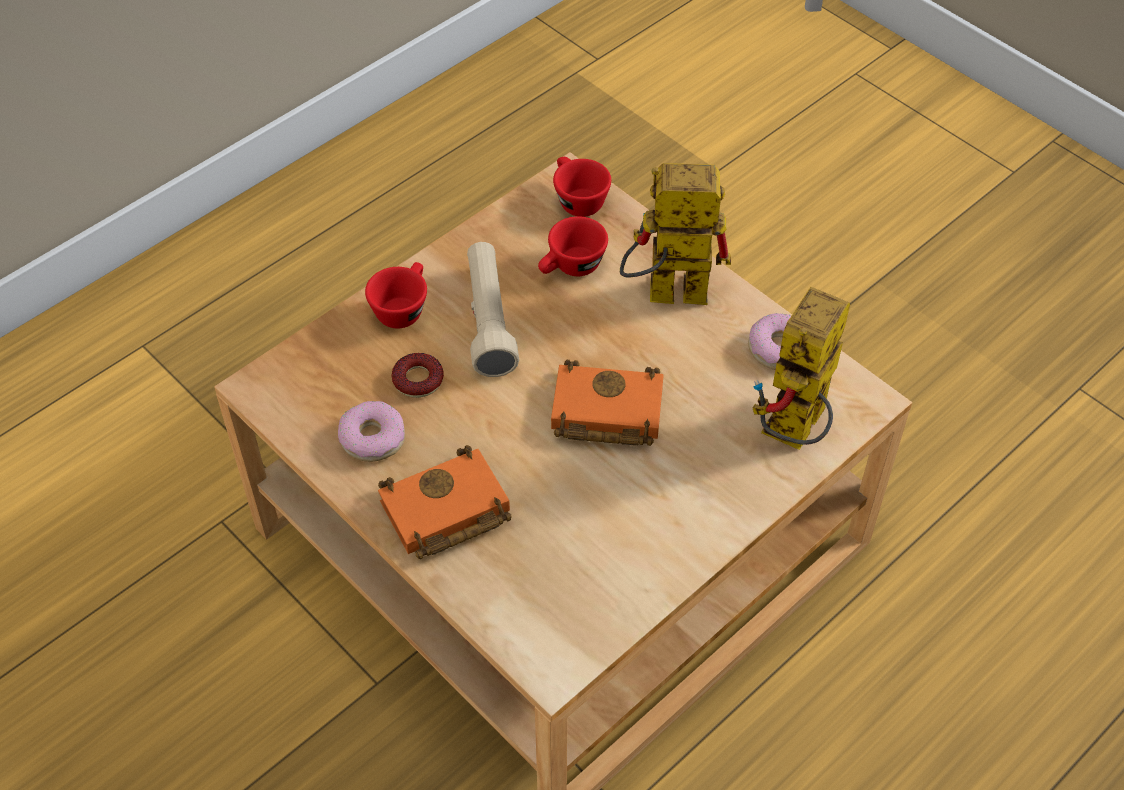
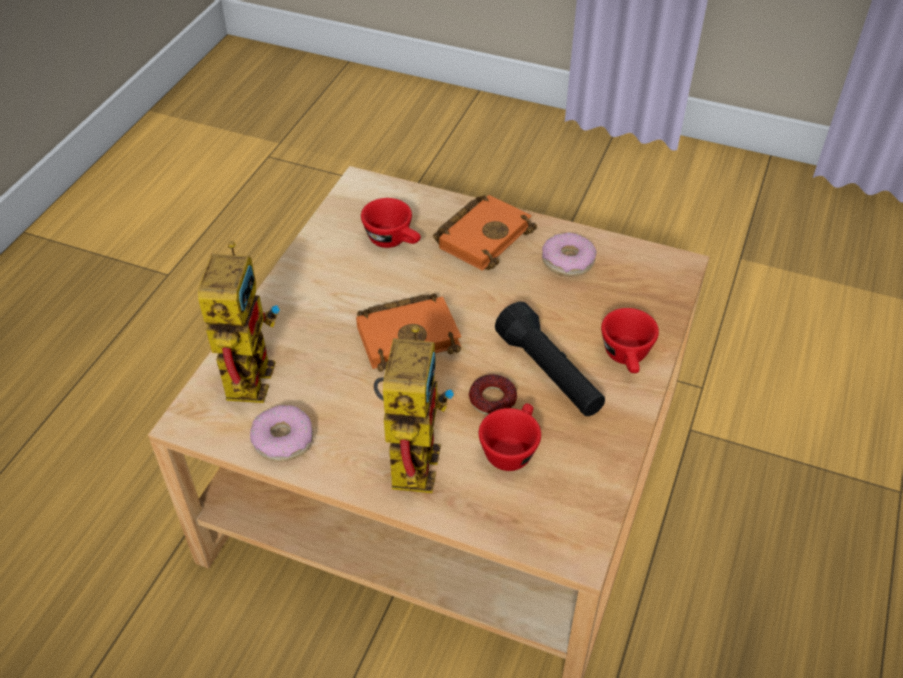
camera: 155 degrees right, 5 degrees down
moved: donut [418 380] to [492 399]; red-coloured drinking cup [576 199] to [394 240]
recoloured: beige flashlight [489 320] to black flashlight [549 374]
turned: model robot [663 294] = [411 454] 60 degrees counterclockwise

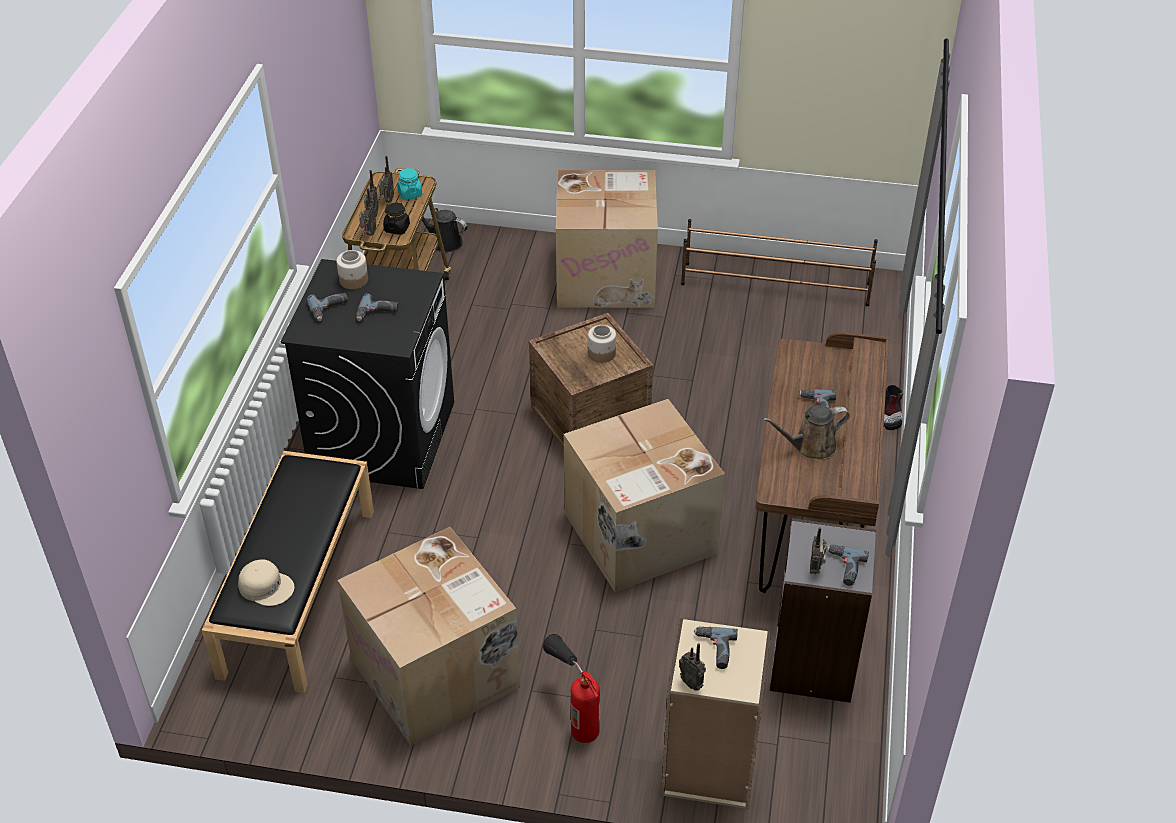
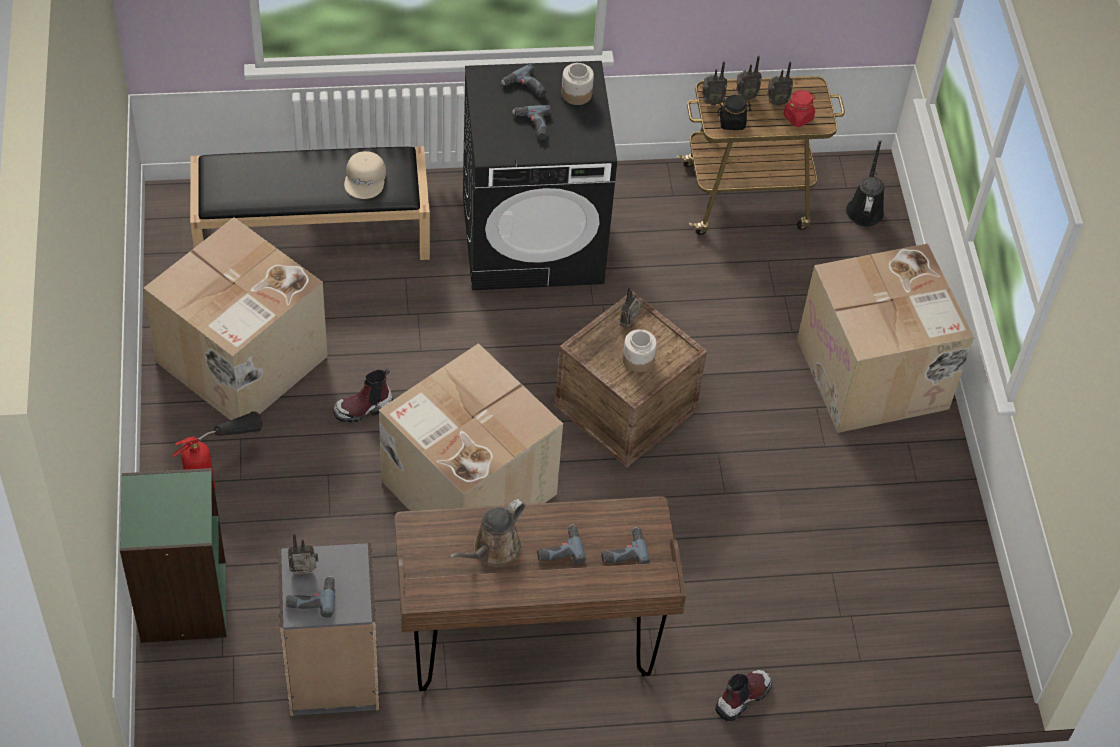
camera: 70 degrees right, 10 degrees up
removed: brownish shoe rack [776 284]
added: boot [364 408]
moved: beige peaked cap [266 586] to [366 179]; radio receiver [692 683] to [629 323]; power drill [714 650] to [623 550]
recoloured: blue-green preserve jar [410 193] to red-coloured preserve jar [798 117]; beige bookshelf [709 767] to green-coloured bookshelf [182 602]
turned: brownish watering can [810 447] = [493 550] 105 degrees counterclockwise

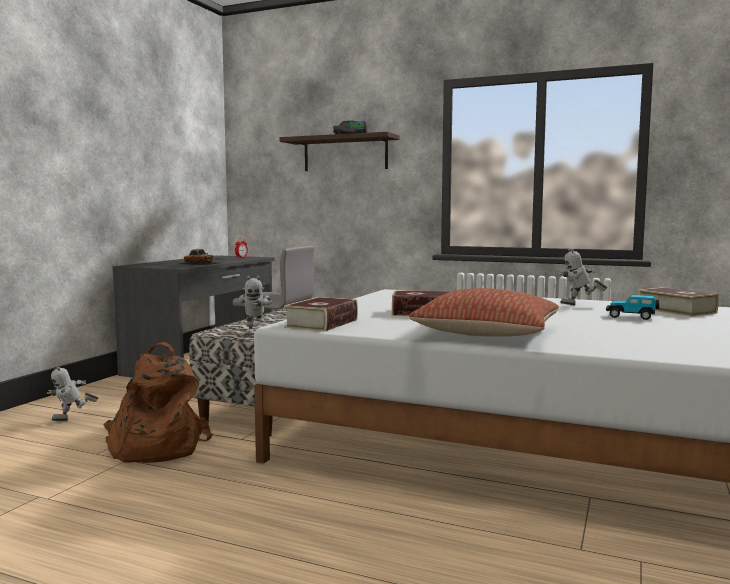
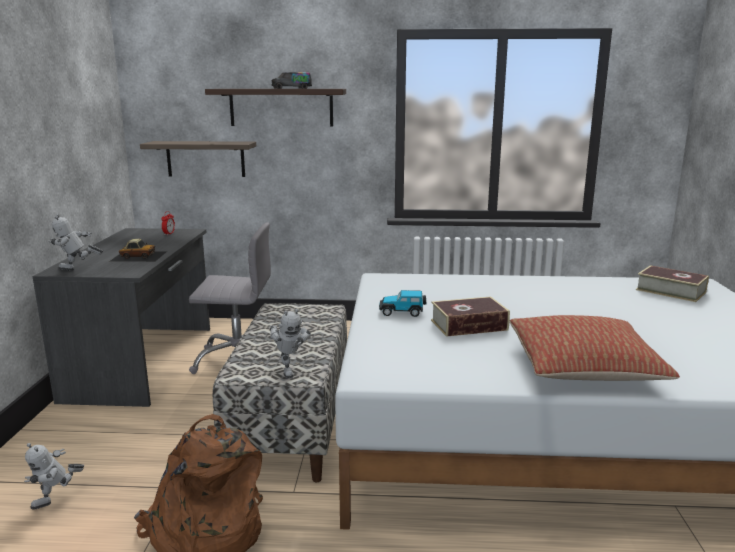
camera: 20 degrees left, 10 degrees up
removed: bound book [322 323]
added: wall shelf [205 159]
moved: model robot [580 305] to [77 270]; miniature car [631 316] to [402 312]

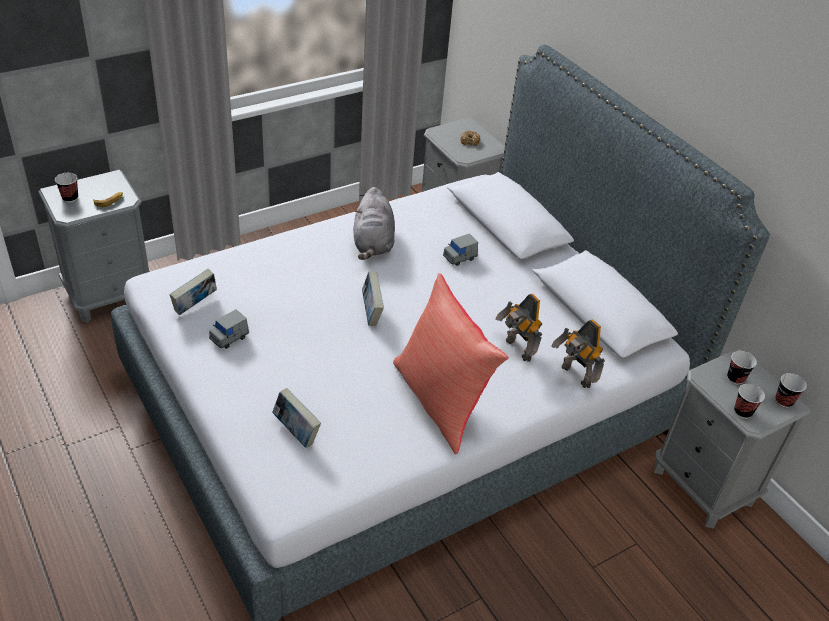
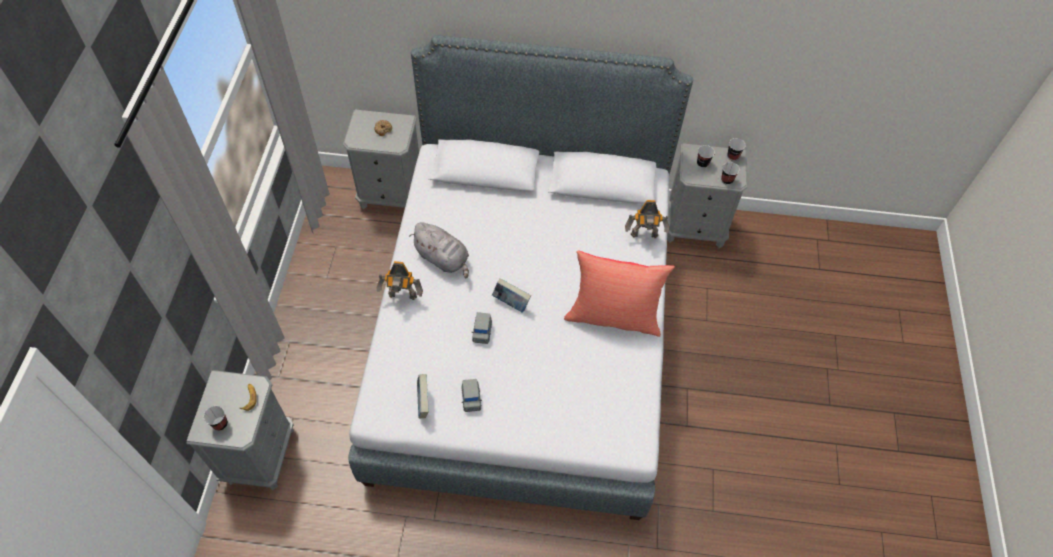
camera: 50 degrees left, 15 degrees up
removed: bound book [296 432]
moved: greyish miniature car [459 257] to [482 332]; model robot [517 350] to [402 297]

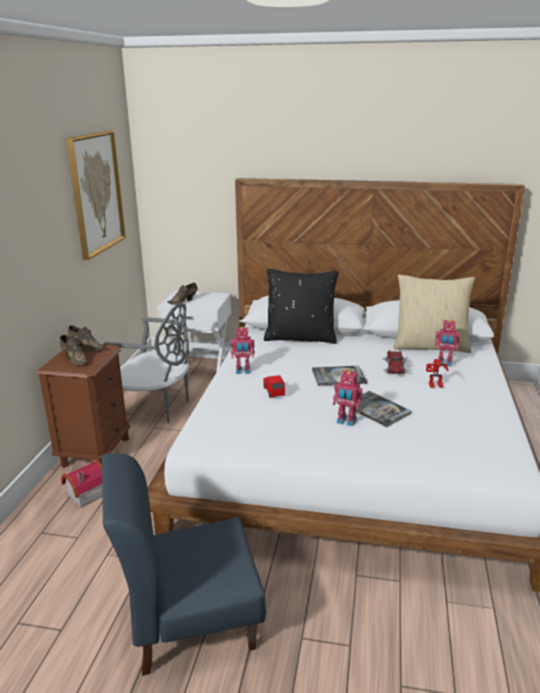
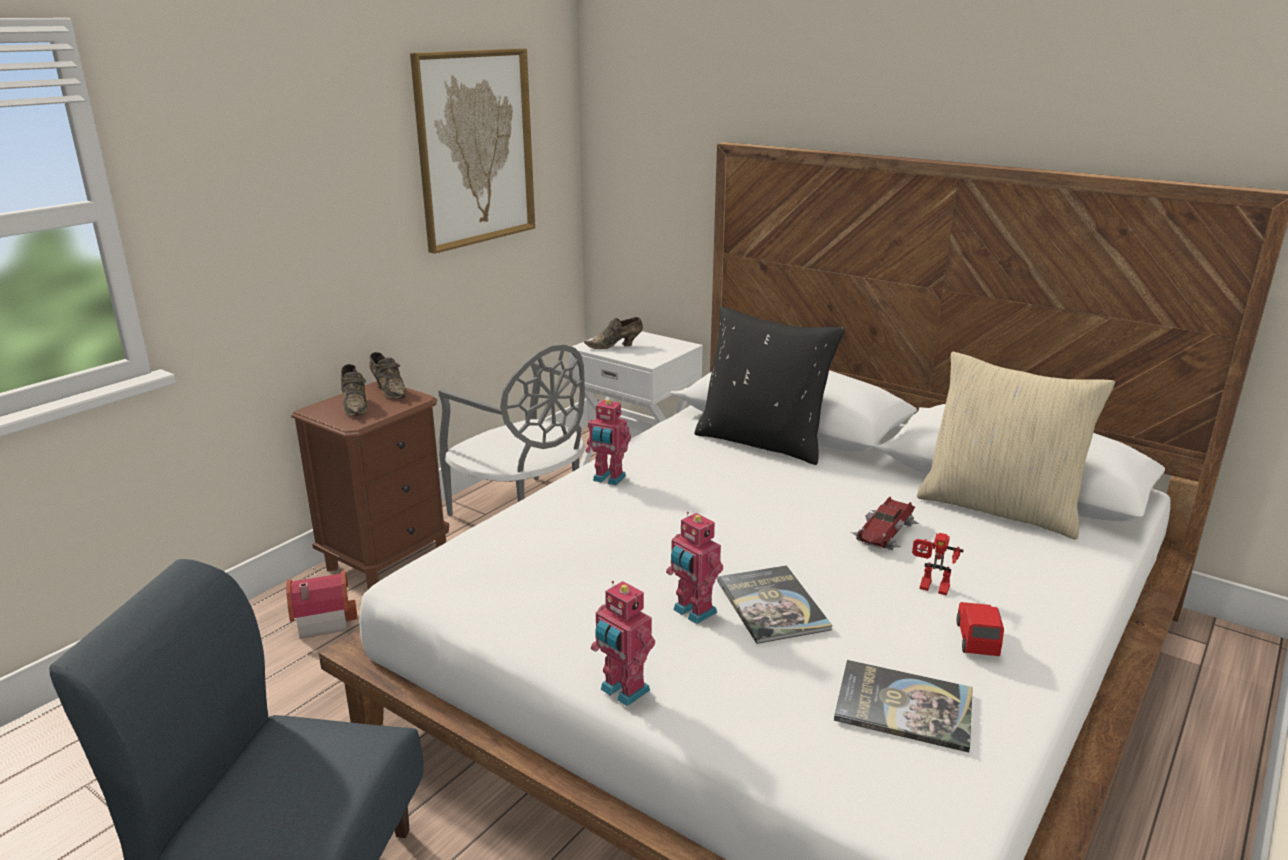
camera: 25 degrees right, 0 degrees up
moved: red-coloured miniature car [274 392] to [977 639]; bound book [338 376] to [903 706]; model robot [444 363] to [622 691]

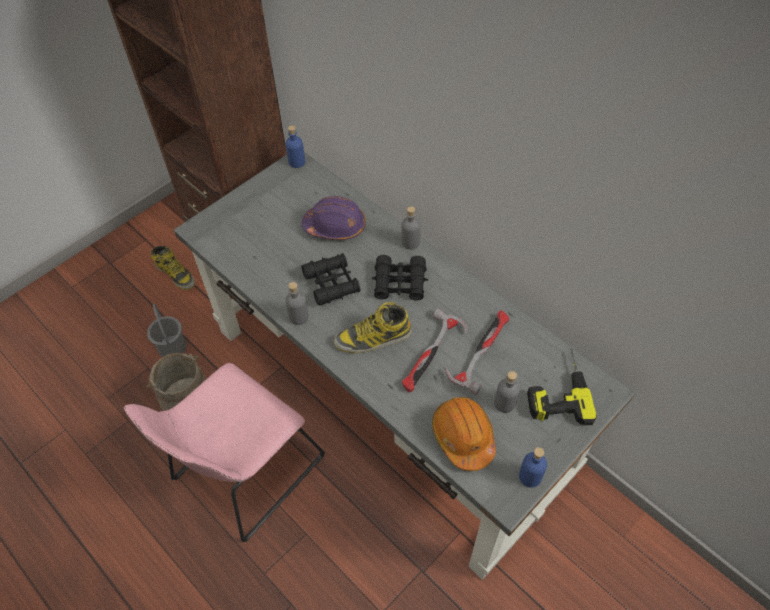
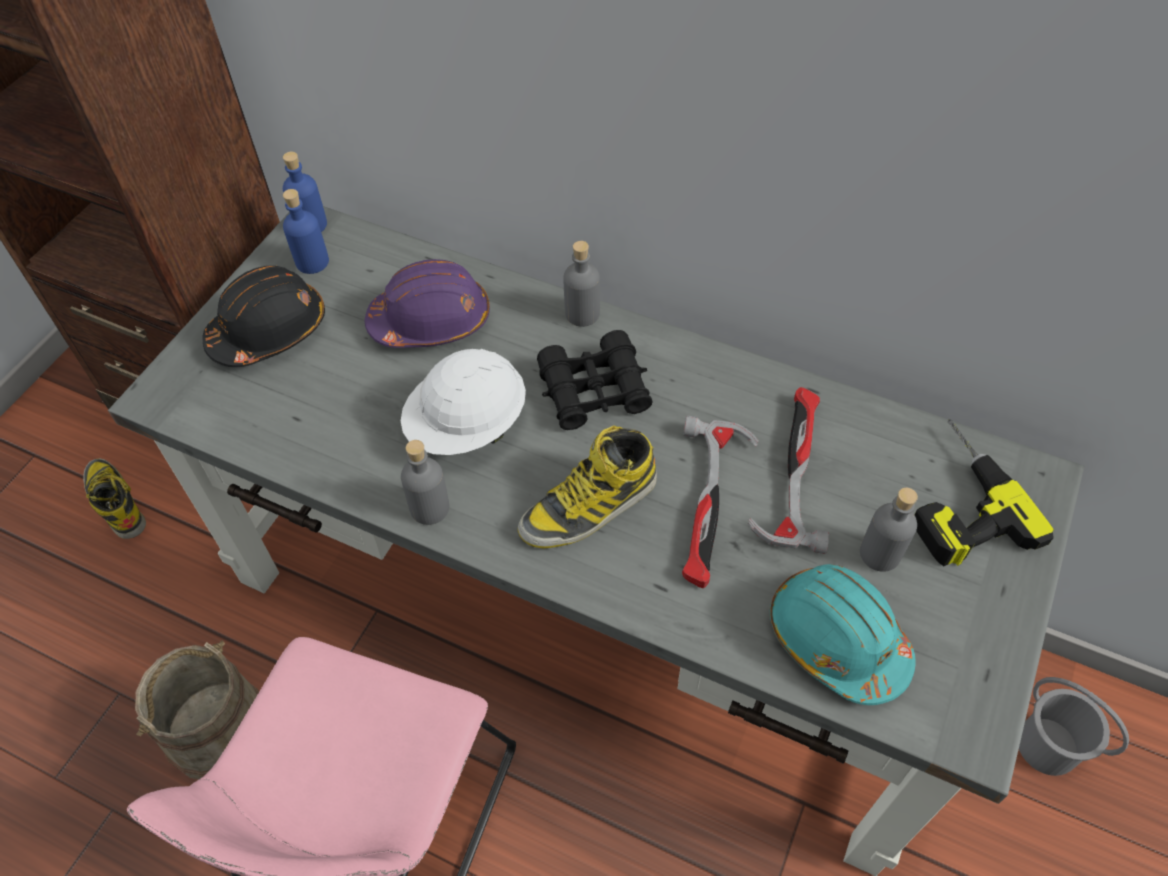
camera: 20 degrees left, 0 degrees up
added: black safety helmet [269 331]
moved: greyish pail [172 346] to [1047 744]; blue-coloured bottle [530 477] to [312 262]
replaced: black binoculars [331 283] to whitish safety helmet [467 426]
recoloured: orangey safety helmet [463 436] to blue-green safety helmet [836 640]
turned: boot [175 274] = [115 501] 150 degrees counterclockwise

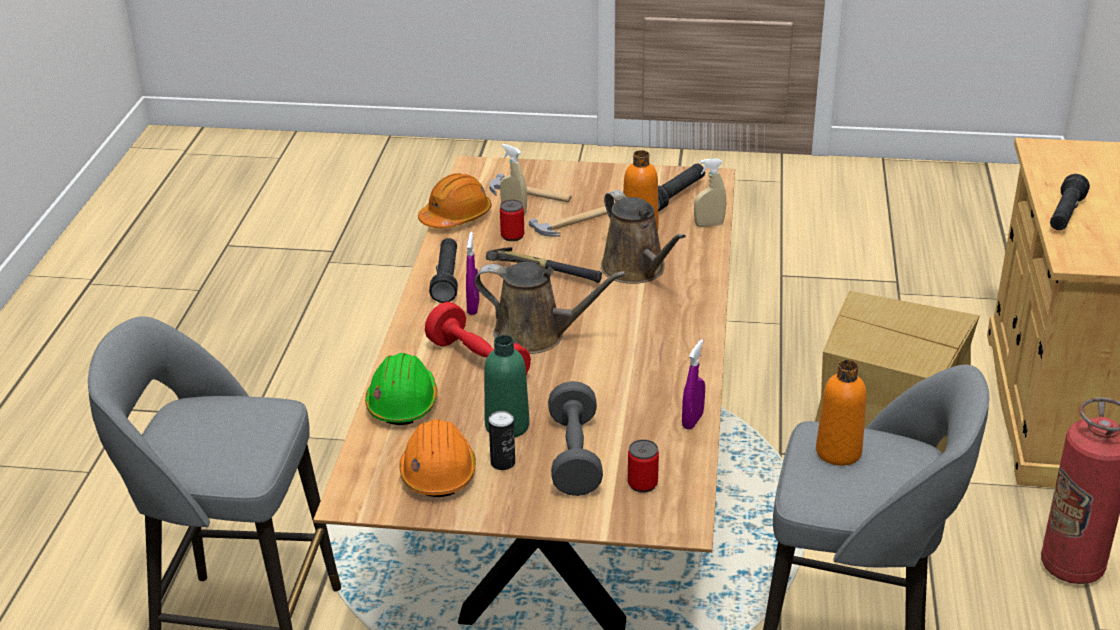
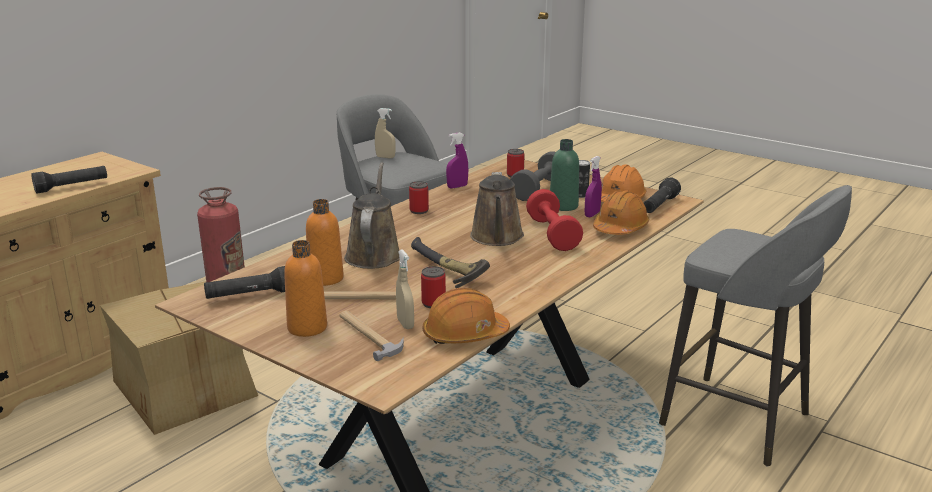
camera: 150 degrees left, 10 degrees down
added: can [419 211]
moved: black flashlight [446 279] to [659 206]; purple hand sprayer [473 307] to [592 214]; beige hand sprayer [709 225] to [385 157]; orangey bottle [838 452] to [307 328]
recoloured: green-coloured safety helmet [402 403] to orangey safety helmet [620 228]
turned: brownish watering can [536 335] = [497 238] 135 degrees counterclockwise

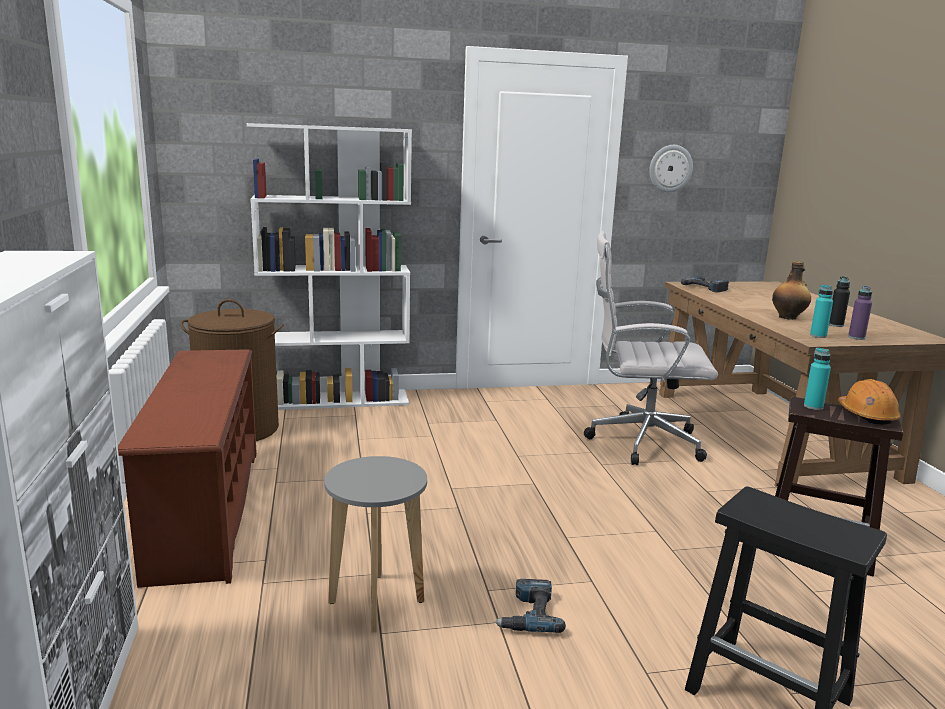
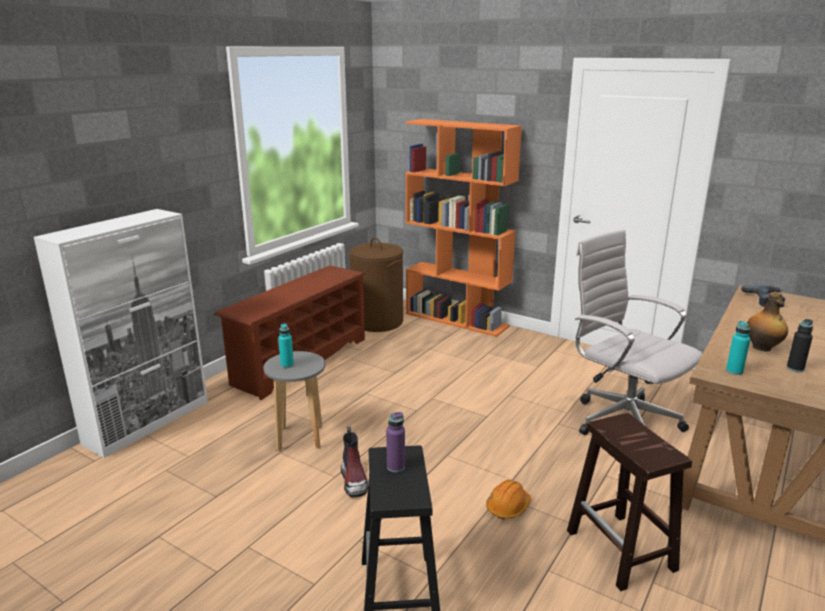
camera: 45 degrees right, 5 degrees up
removed: wall clock [670 168]
moved: blue-green bottle [813 407] to [287 365]; orangey safety helmet [867 415] to [508 507]; purple bottle [856 337] to [396 467]
replaced: power drill [528 614] to boot [354 481]
recoloured: whitish bookshelf [337 400] to orangey bookshelf [457 320]

